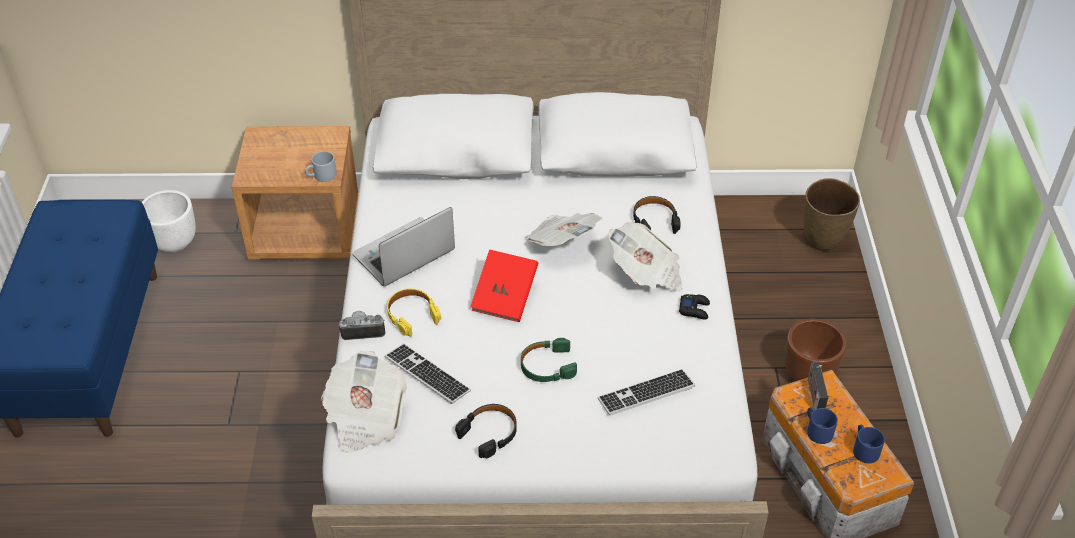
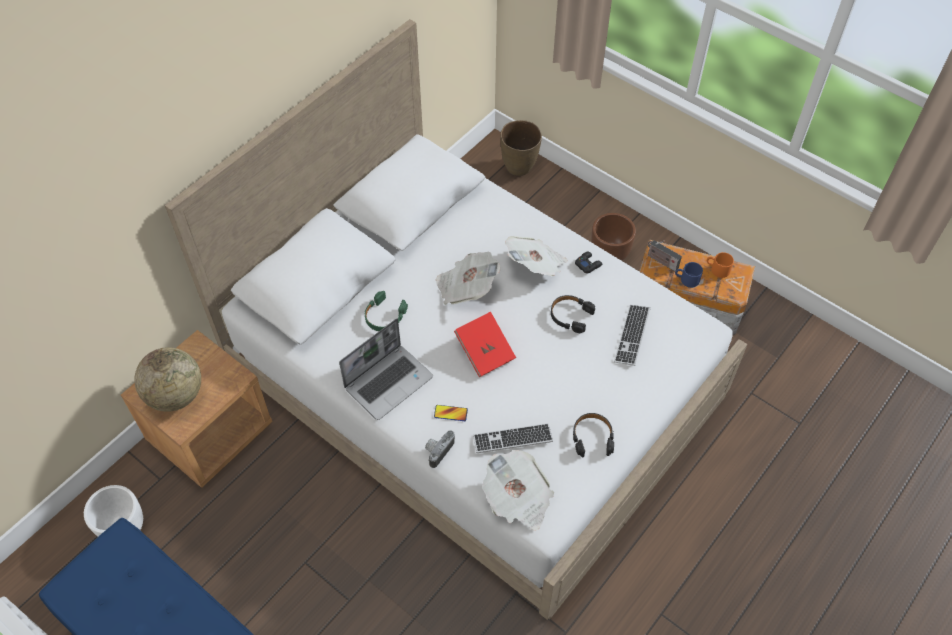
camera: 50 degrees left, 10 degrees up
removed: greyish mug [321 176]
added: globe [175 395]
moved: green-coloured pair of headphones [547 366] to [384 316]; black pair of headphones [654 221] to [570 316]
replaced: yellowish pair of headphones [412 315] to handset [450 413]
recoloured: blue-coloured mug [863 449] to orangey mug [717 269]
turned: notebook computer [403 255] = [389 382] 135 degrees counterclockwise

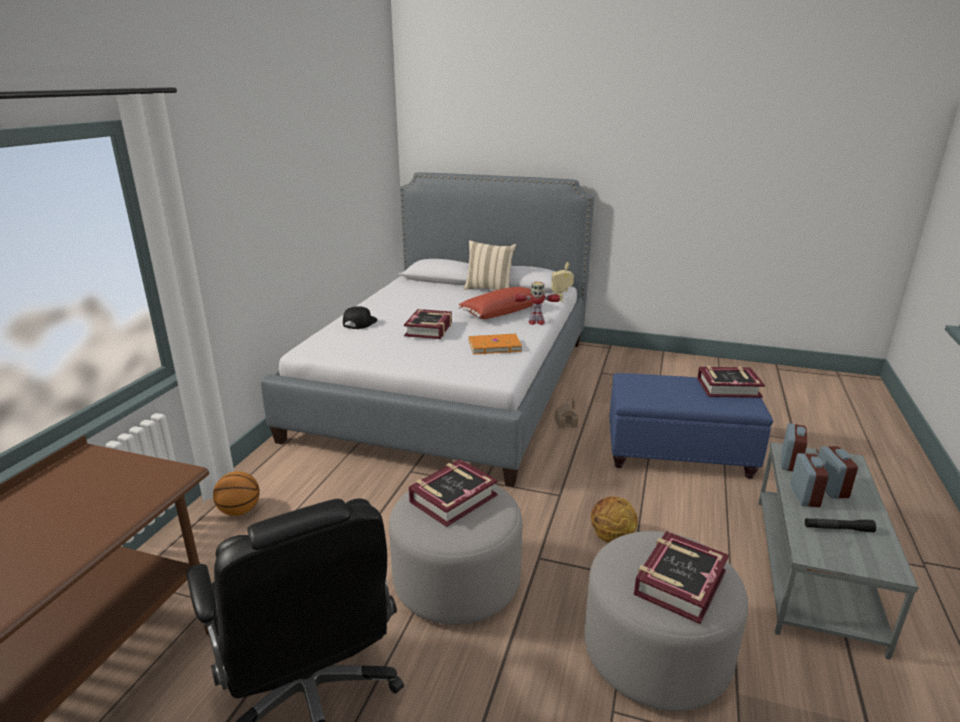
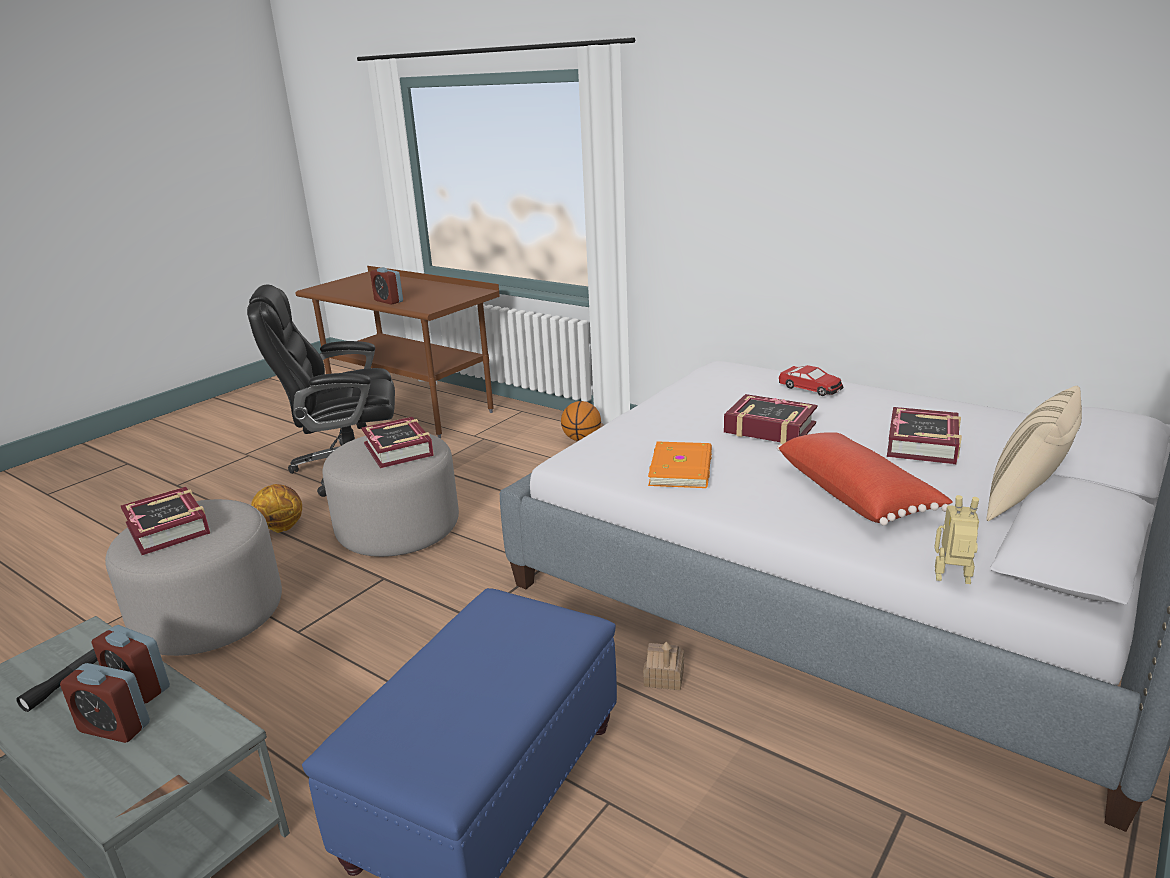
camera: 110 degrees right, 0 degrees up
removed: model robot [536 322]
moved: basketball ball [611 537] to [281 528]; bound book [728 387] to [923 444]; alarm clock [790 462] to [388 301]
replaced: black peaked cap [359 322] to miniature car [810 388]

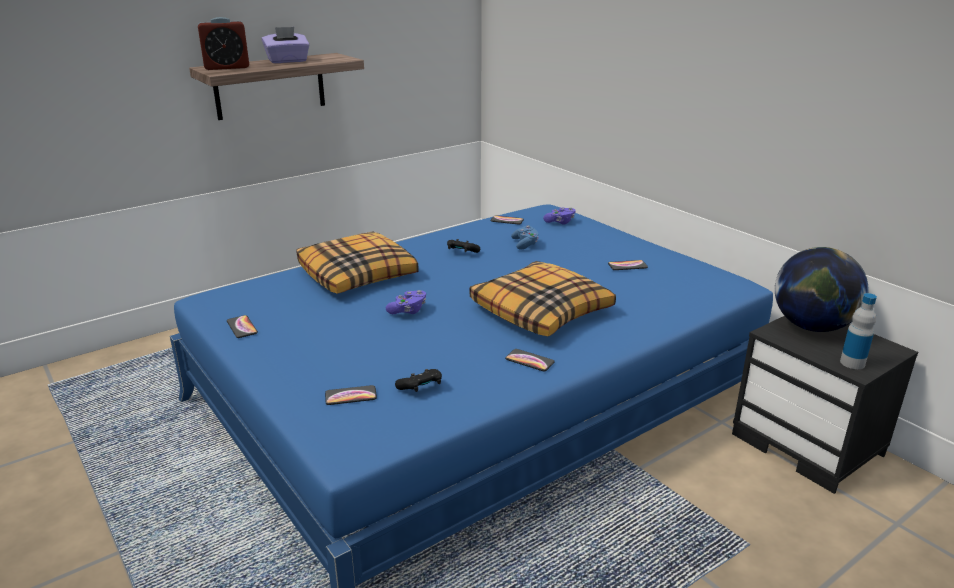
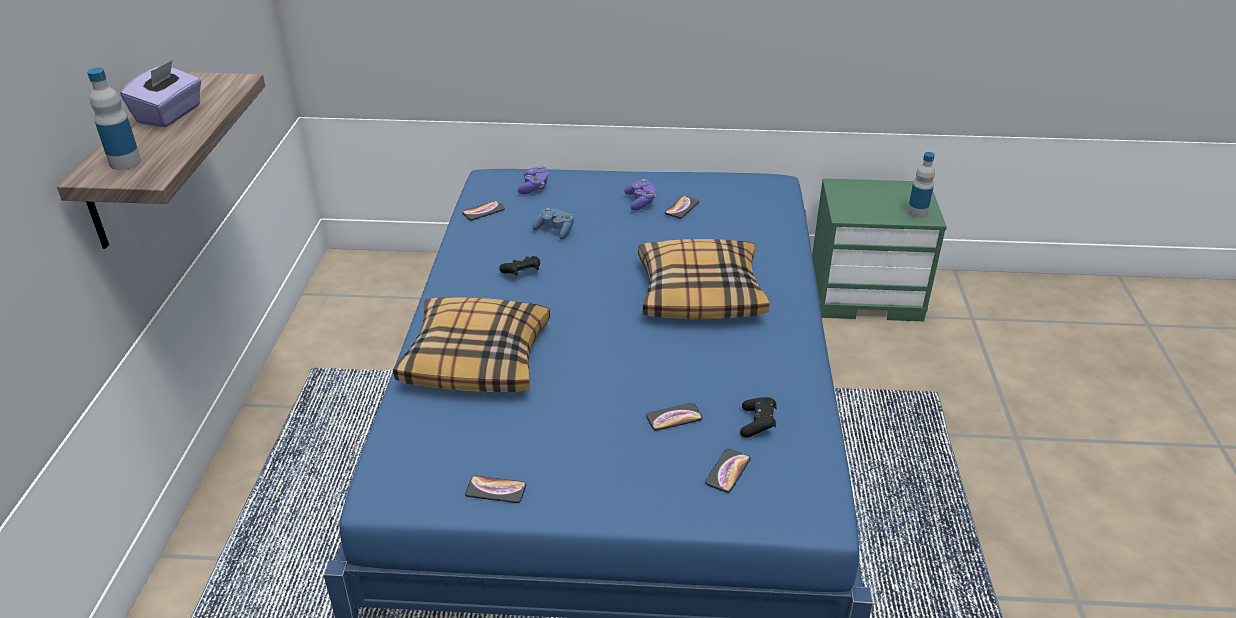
camera: 50 degrees left, 10 degrees up
removed: globe [811 326]
moved: purple gamepad [408 310] to [640 202]; handset [529 361] to [674 417]
replaced: alarm clock [227 67] to bottle [125 163]
recoloured: black night table [809 445] to green-coloured night table [866 294]

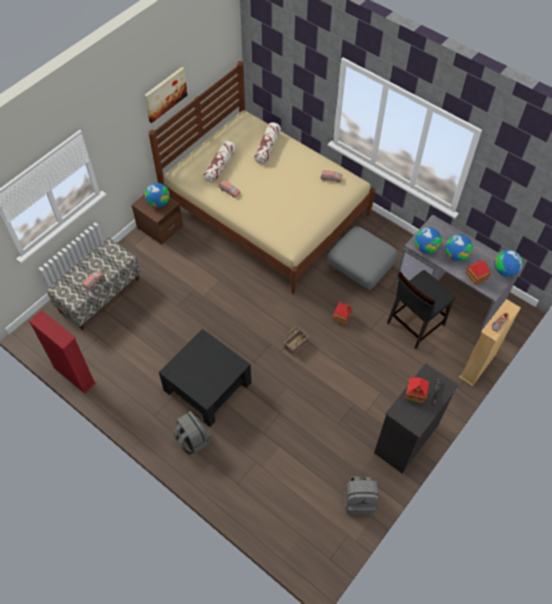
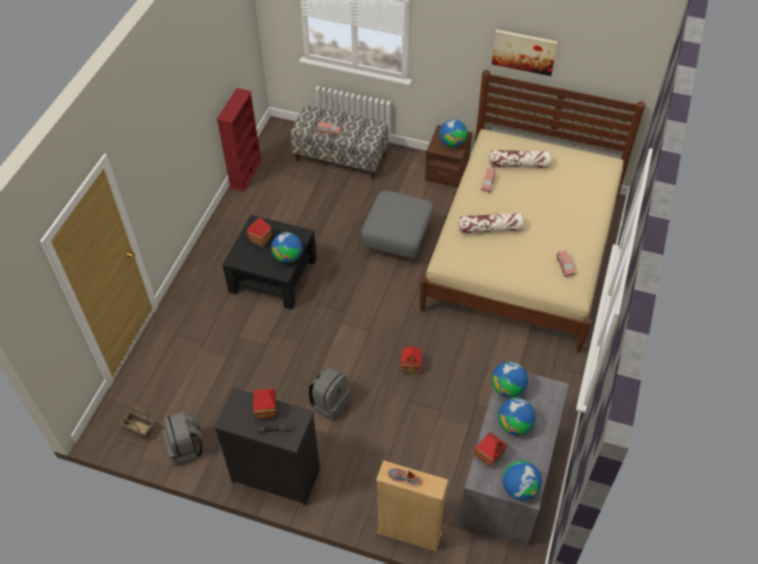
camera: 70 degrees right, 5 degrees down
removed: black plain chair [415 324]
added: model house [260 240]; globe [288 257]
moved: greyish rucksack [192 440] to [330 403]; cushion [267 147] to [490 229]; basket [295 346] to [139 430]; greyish footrest [359 270] to [398 241]

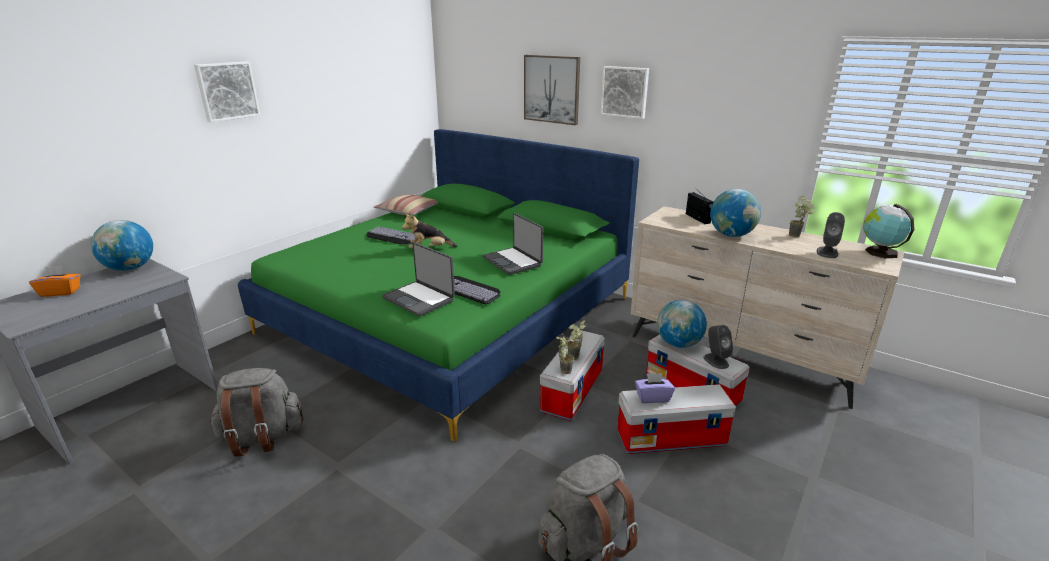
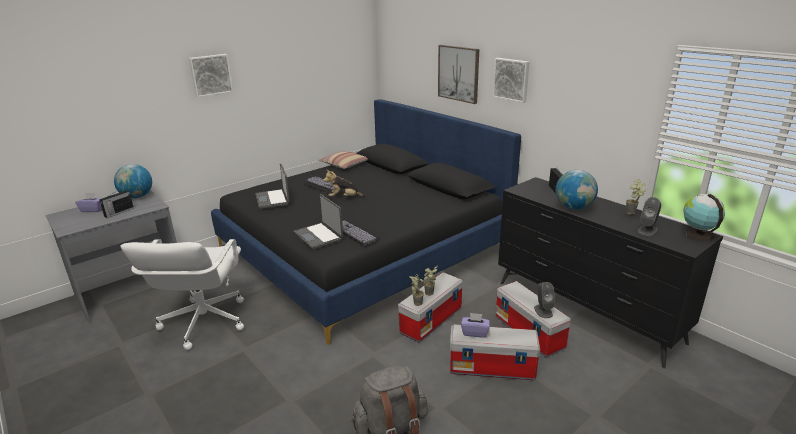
camera: 15 degrees right, 0 degrees up
removed: globe [678 344]
added: radio receiver [118 212]
moved: notebook computer [513 261] to [273 199]
replaced: greyish rucksack [261 437] to whitish computer chair [203 322]
recoloured: orangey tissue holder [61 292] to purple tissue holder [93 210]; green-coloured sleeping bed [450 315] to black sleeping bed [363 249]; beige drawer chest [740 357] to black drawer chest [585 311]

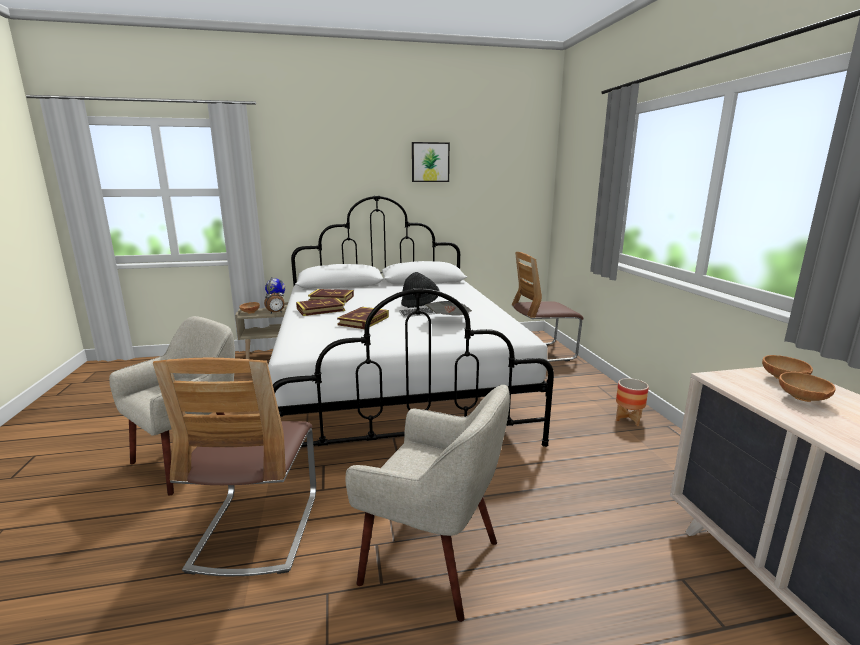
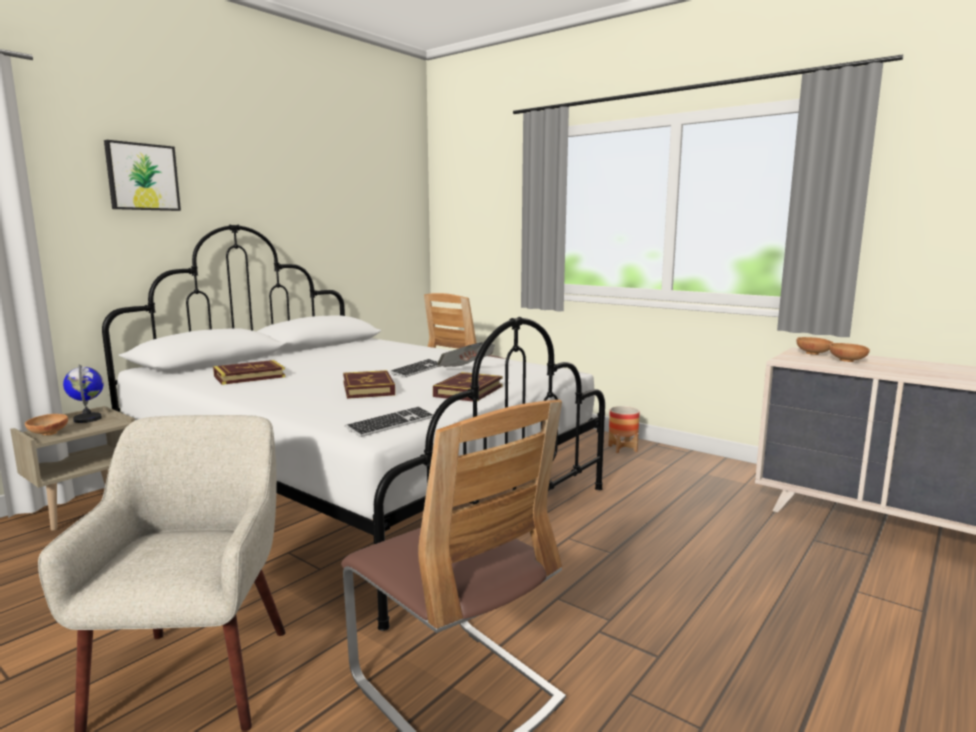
camera: 40 degrees left, 5 degrees down
removed: alarm clock [276 312]; beige lounge chair [433 561]; black wearable hat [420 303]
added: keyboard [391 424]
moved: bound book [320 309] to [468 391]; wall art [430 162] to [142 177]

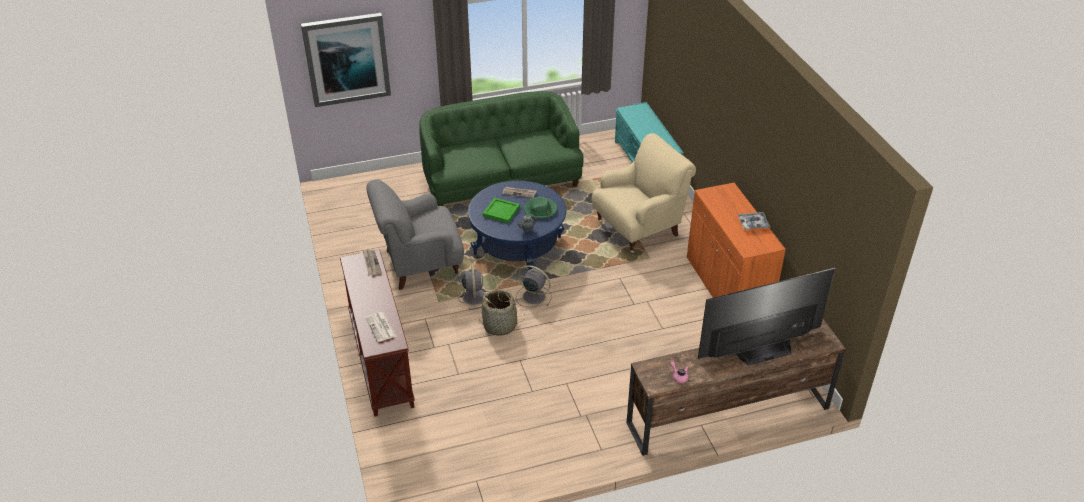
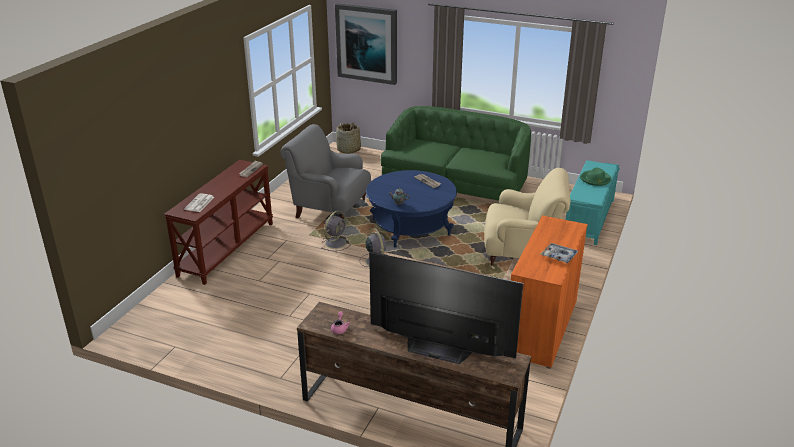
camera: 40 degrees right, 10 degrees down
removed: green-coloured serving tray [501 212]
moved: basket [500 325] to [349 150]; green-coloured wearable hat [540 210] to [595 179]

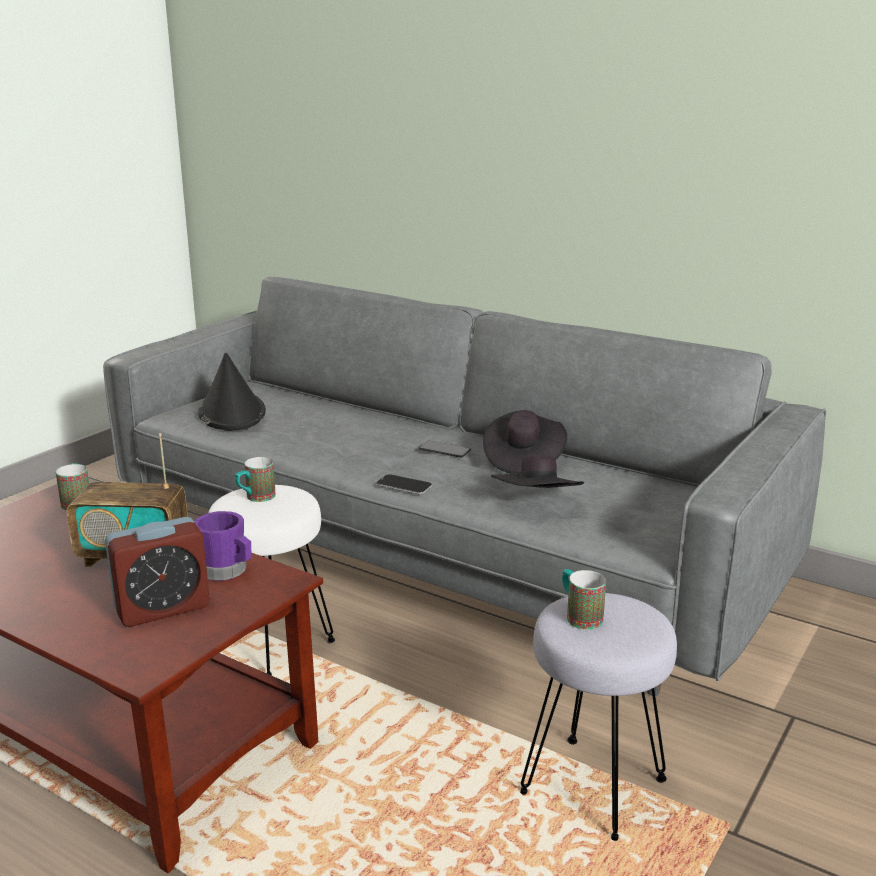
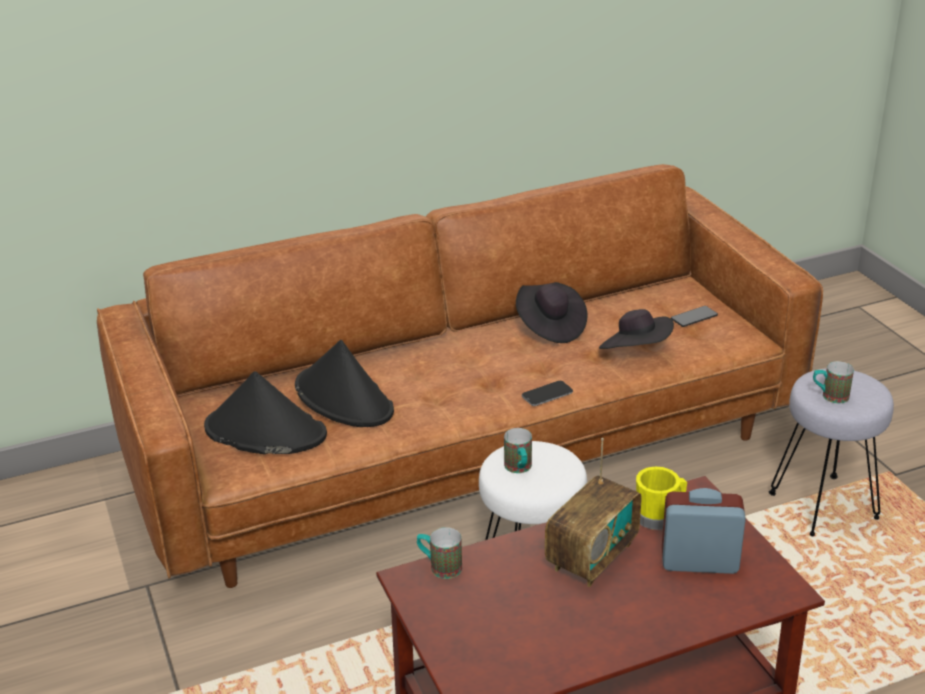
camera: 55 degrees left, 10 degrees up
added: black wearable hat [344 399]
moved: handset [445 450] to [694 317]
recoloured: greyish settee [438 551] to brownish settee [465 448]; purple mug [227 571] to yellowish mug [659 515]
turned: alarm clock [162 609] = [699 561] 90 degrees counterclockwise

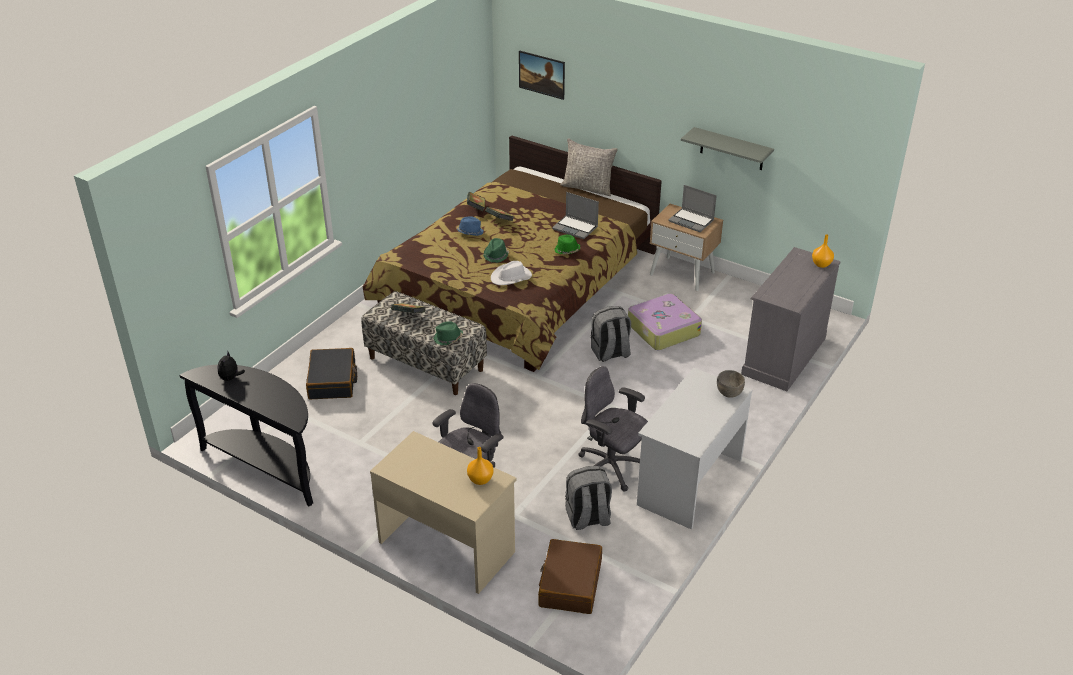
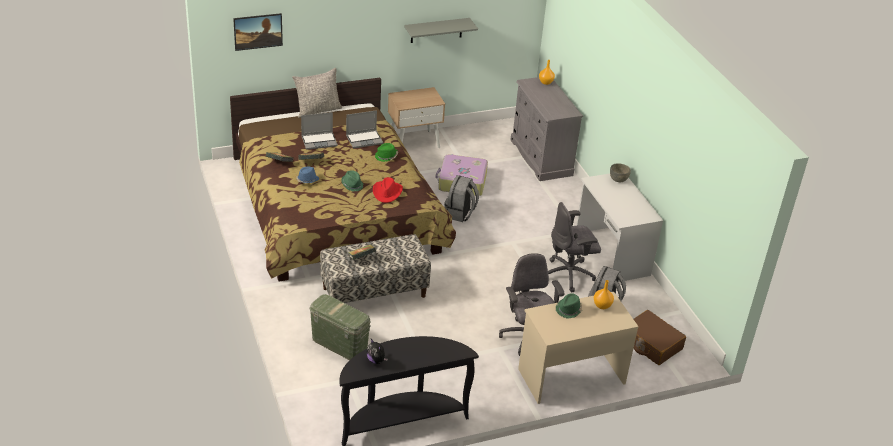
camera: 55 degrees left, 0 degrees up
moved: green-coloured wearable hat [448 338] to [569 310]; notebook computer [692 221] to [319 141]
replaced: black piece of luggage [332 381] to green-coloured storage container [339 344]
recoloured: whitish wearable hat [511 277] to red-coloured wearable hat [387 192]

